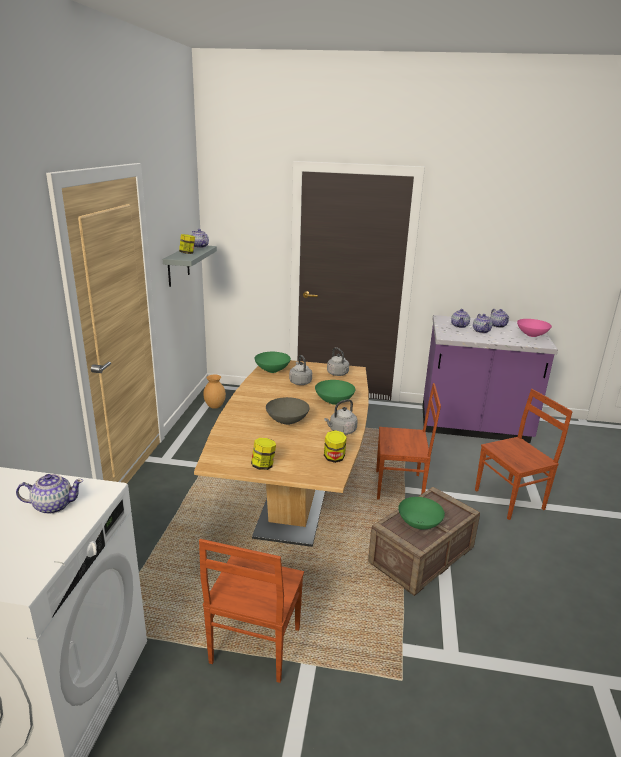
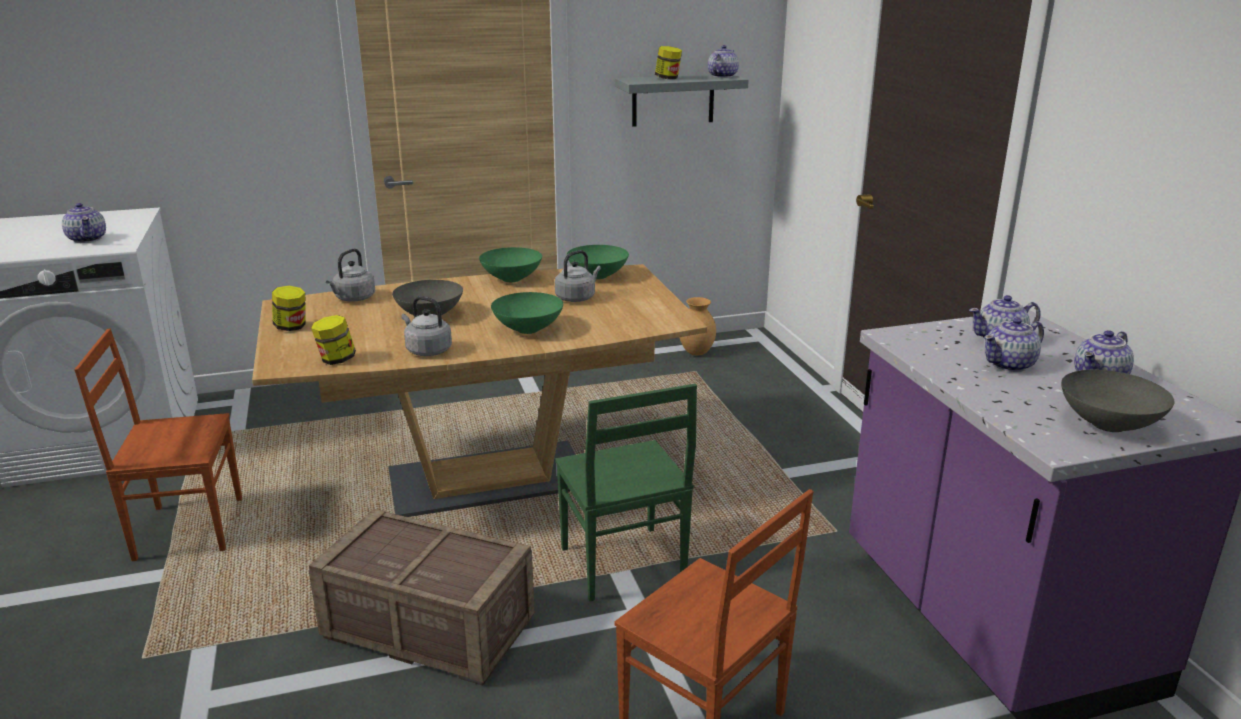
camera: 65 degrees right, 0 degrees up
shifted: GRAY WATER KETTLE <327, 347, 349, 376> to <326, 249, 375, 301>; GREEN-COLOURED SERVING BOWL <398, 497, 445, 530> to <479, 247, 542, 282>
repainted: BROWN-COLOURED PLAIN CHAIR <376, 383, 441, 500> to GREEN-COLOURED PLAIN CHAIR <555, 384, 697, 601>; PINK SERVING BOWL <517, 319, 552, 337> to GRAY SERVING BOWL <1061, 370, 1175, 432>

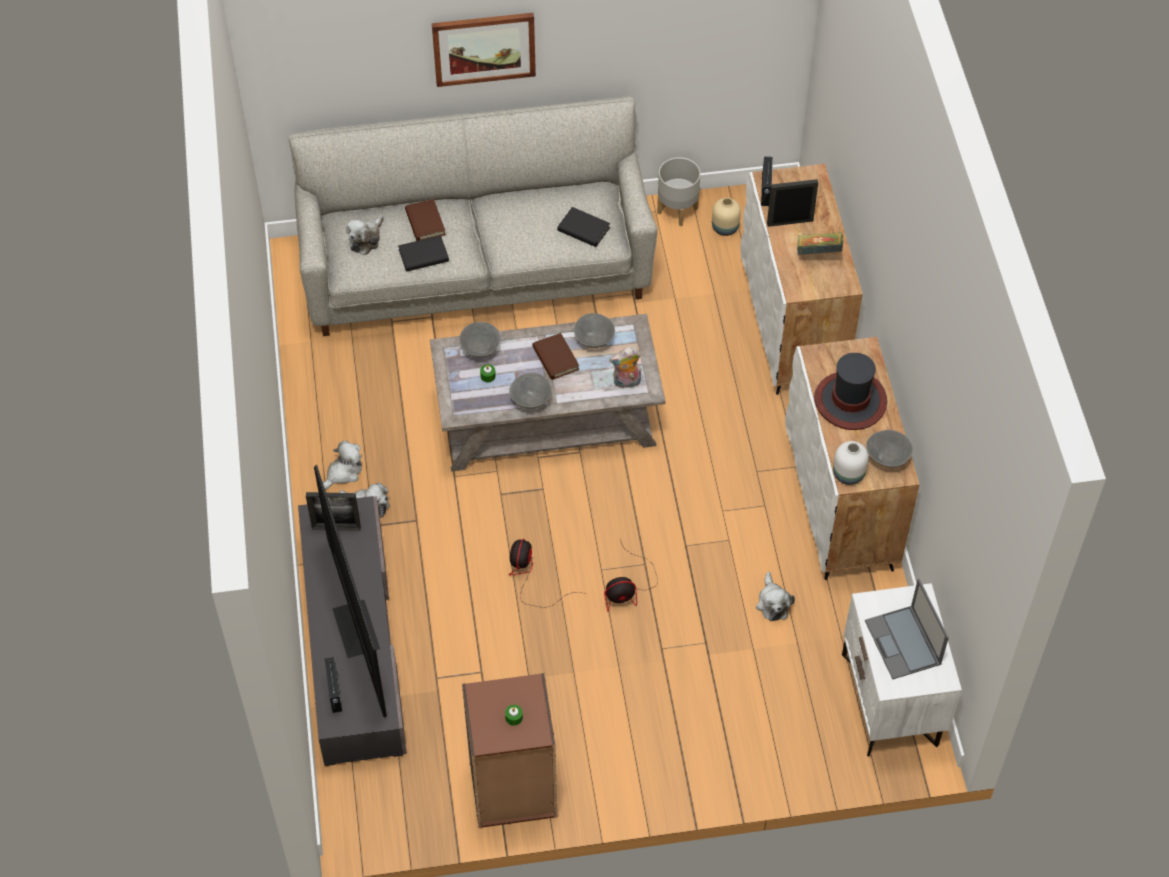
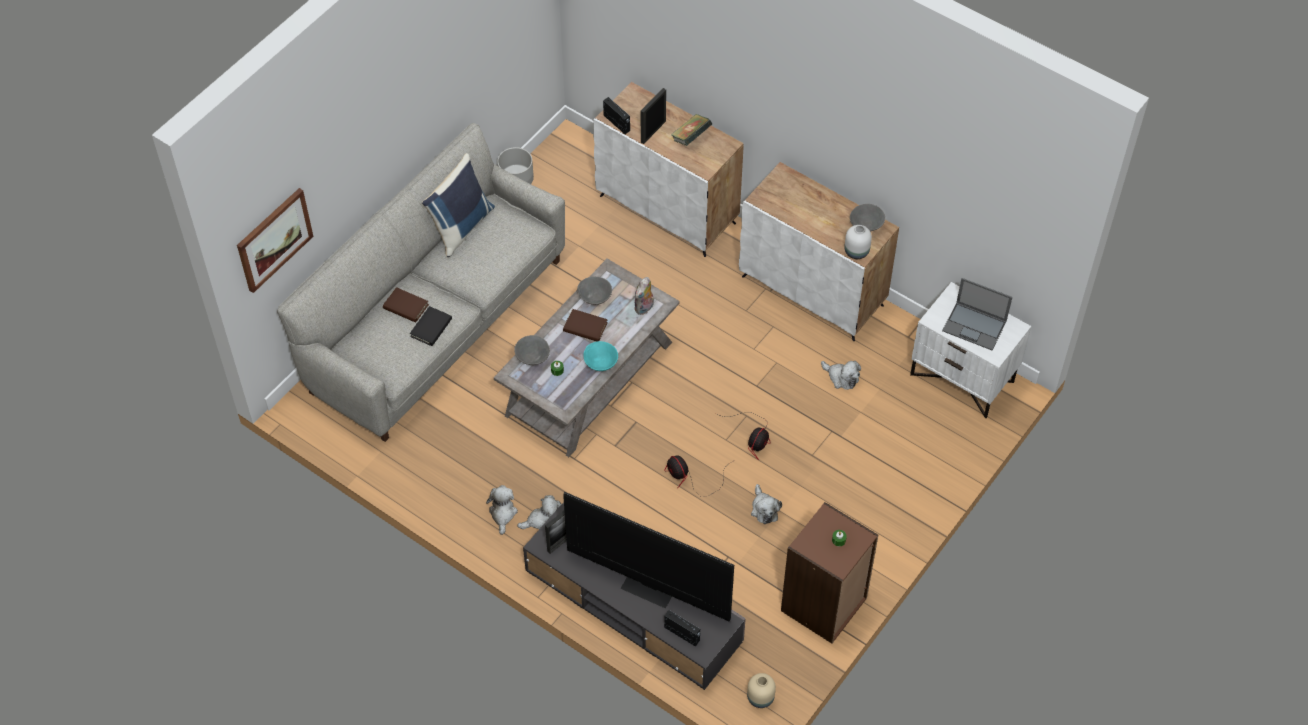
camera: 45 degrees left, 0 degrees up
gone: BLACK BOUND BOOK <557, 207, 610, 247>; HAT <814, 353, 887, 430>
new: BLUE THROW PILLOW <422, 153, 495, 257>
shifted: SOFT TOY <346, 215, 384, 255> to <751, 484, 782, 524>; WALL PICTURE <432, 13, 536, 87> to <237, 188, 313, 293>; SAND-COLOURED DECORATIVE VASE <712, 198, 741, 236> to <747, 673, 776, 708>
repainted: GRAY SERVING BOWL <509, 372, 552, 409> to BLUE-GREEN SERVING BOWL <583, 341, 618, 371>

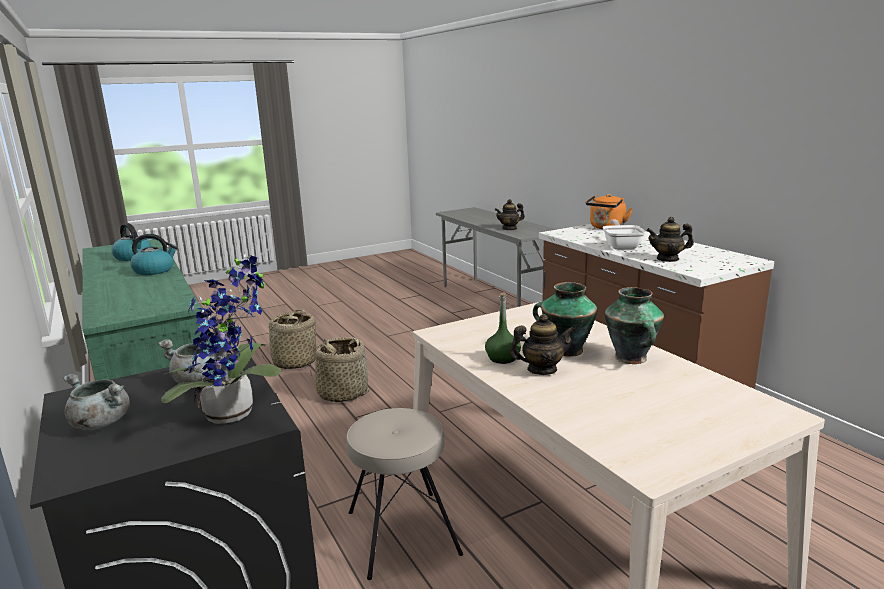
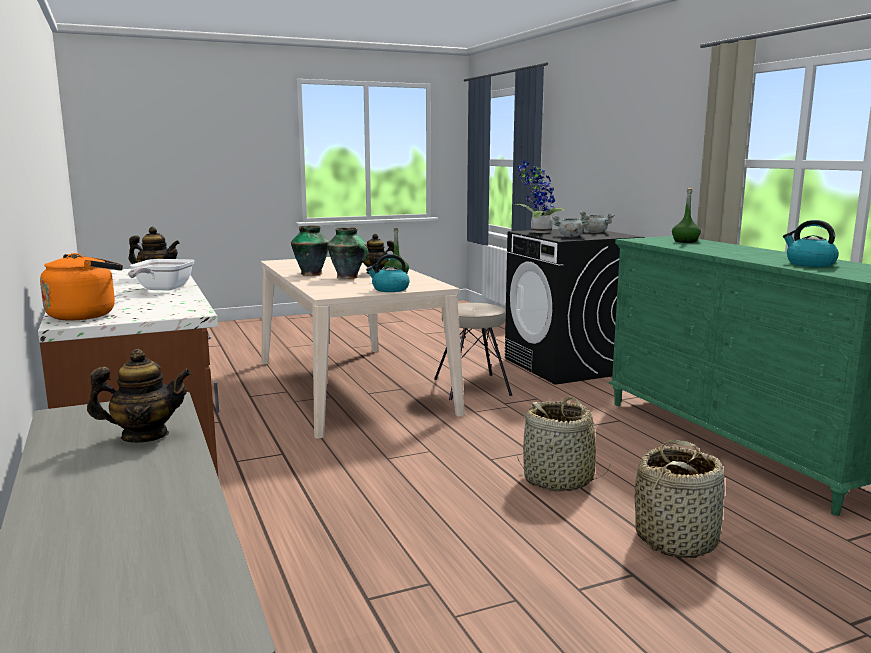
camera: 175 degrees left, 5 degrees down
new: GREEN-COLOURED DRINK BOTTLE <672, 188, 701, 243>
shifted: WATER KETTLE <130, 234, 178, 275> to <366, 254, 409, 292>

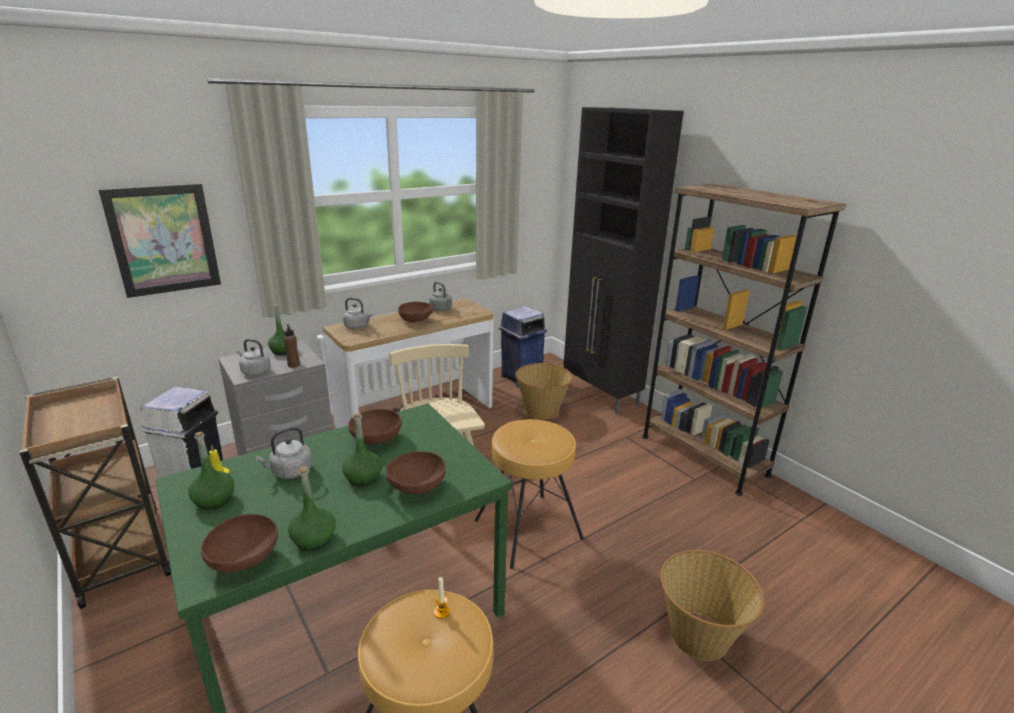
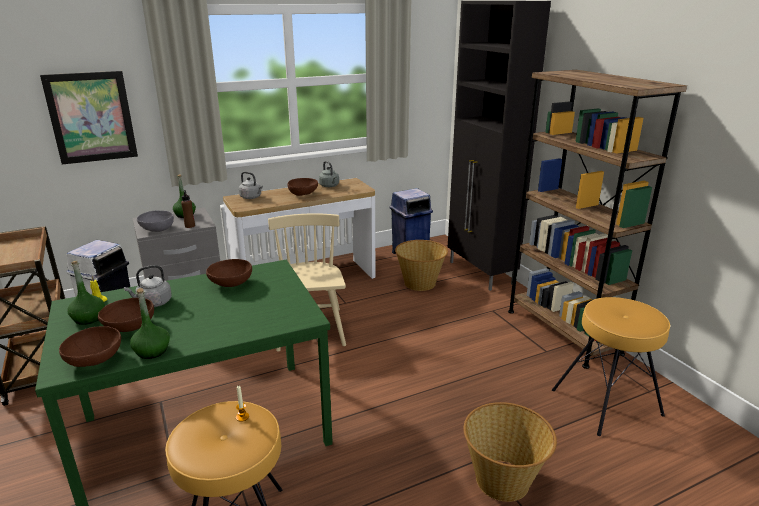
camera: 10 degrees right, 0 degrees up
gone: GREEN-COLOURED DRINK BOTTLE <342, 413, 382, 486>
shifted: BROWN-COLOURED SERVING BOWL <386, 451, 446, 494> to <98, 298, 154, 332>; BROWN-COLOURED STOOL SEAT <475, 419, 584, 569> to <552, 297, 670, 436>
swapped: GRAY WATER KETTLE <237, 339, 271, 376> to GRAY SERVING BOWL <137, 211, 174, 232>

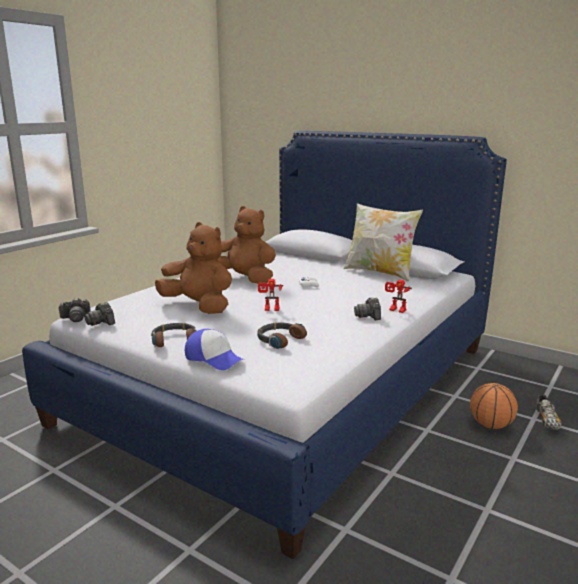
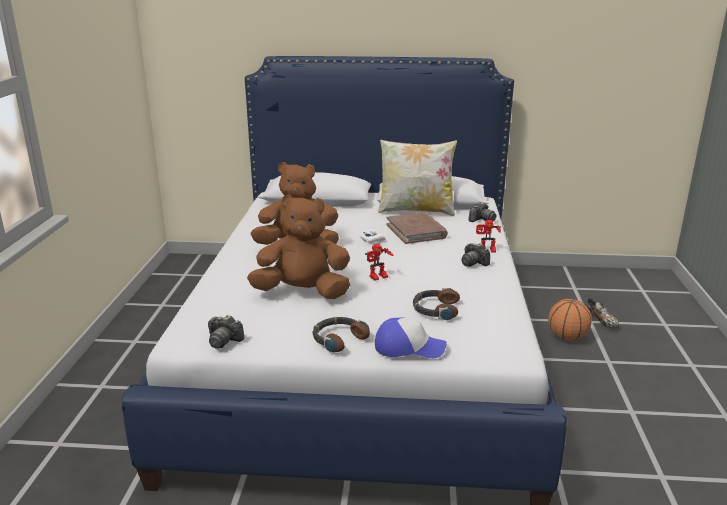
camera: 30 degrees left, 5 degrees up
new: BROWN-COLOURED BOUND BOOK <386, 212, 448, 244>
shifted: PHOTO CAMERA <58, 298, 91, 322> to <468, 202, 496, 222>

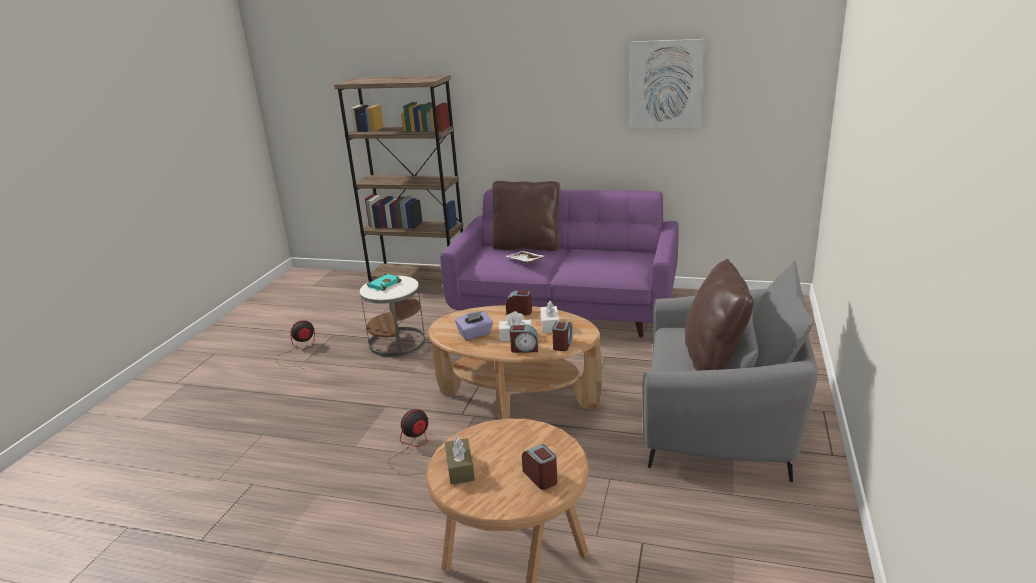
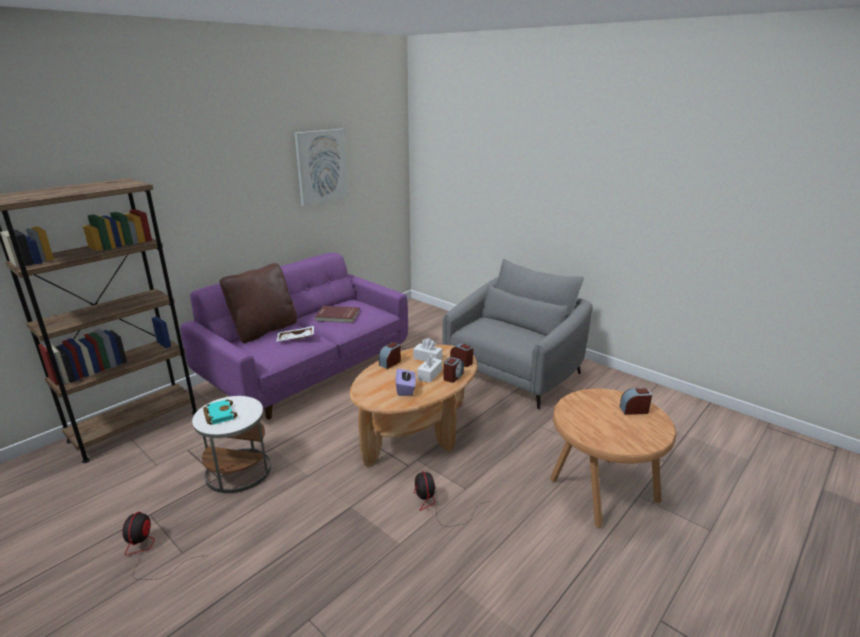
camera: 65 degrees left, 0 degrees up
gone: BROWN-COLOURED TISSUE BOX <445, 435, 475, 485>; BROWN-COLOURED THROW PILLOW <685, 259, 753, 371>
new: REDDISH BOUND BOOK <315, 306, 360, 323>

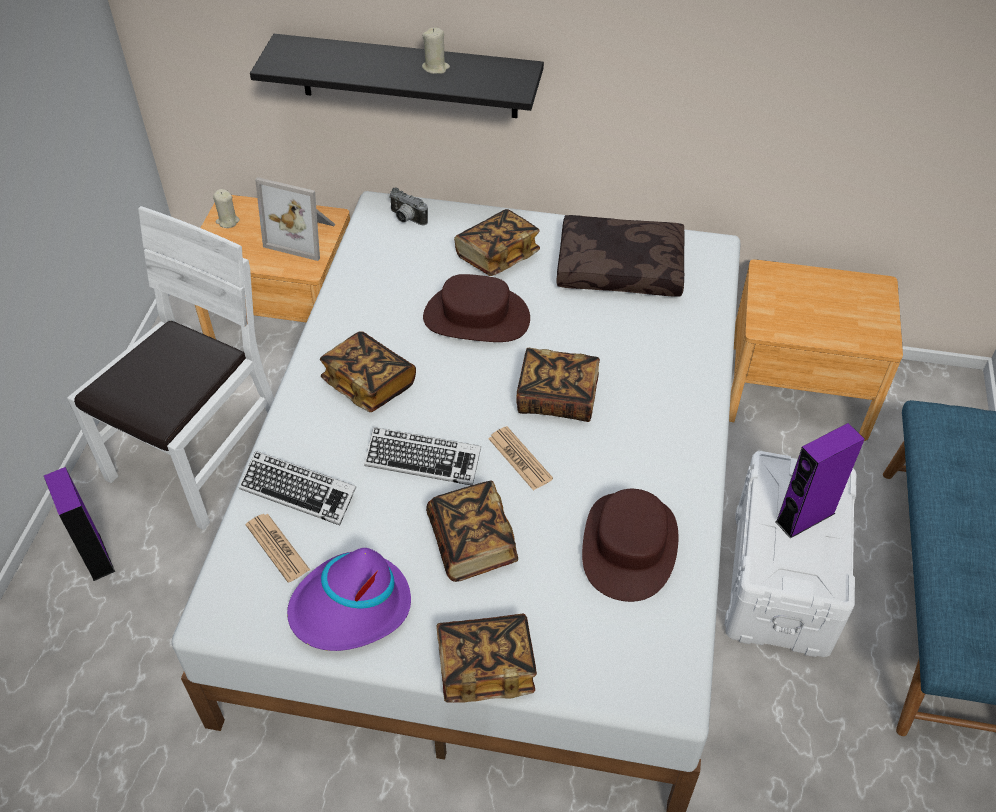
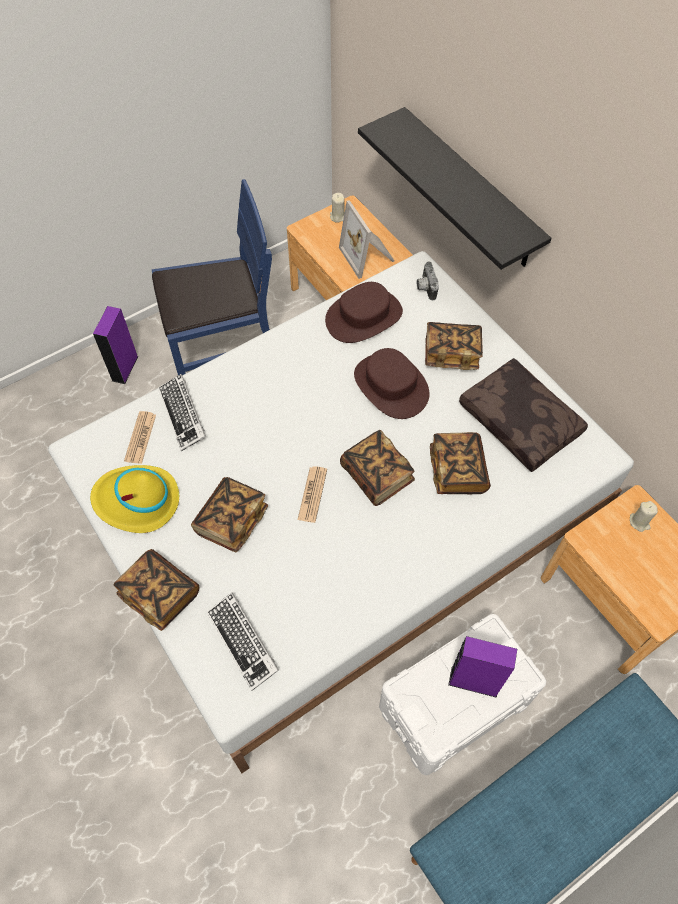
camera: 45 degrees right, 10 degrees up
shifted: BOUND BOOK <320, 332, 416, 412> to <430, 432, 491, 494>; KEYBOARD <364, 427, 481, 485> to <207, 592, 279, 691>; SAND-COLOURED CANDLE <422, 28, 450, 74> to <630, 501, 658, 532>; BROWN-COLOURED HAT <582, 489, 678, 602> to <325, 282, 403, 343>
repainted: WHITE PLAIN CHAIR <67, 206, 274, 530> to BLUE PLAIN CHAIR <152, 179, 272, 375>; PURPLE-COLOURED HAT <287, 548, 411, 651> to YELLOW-COLOURED HAT <90, 465, 179, 533>

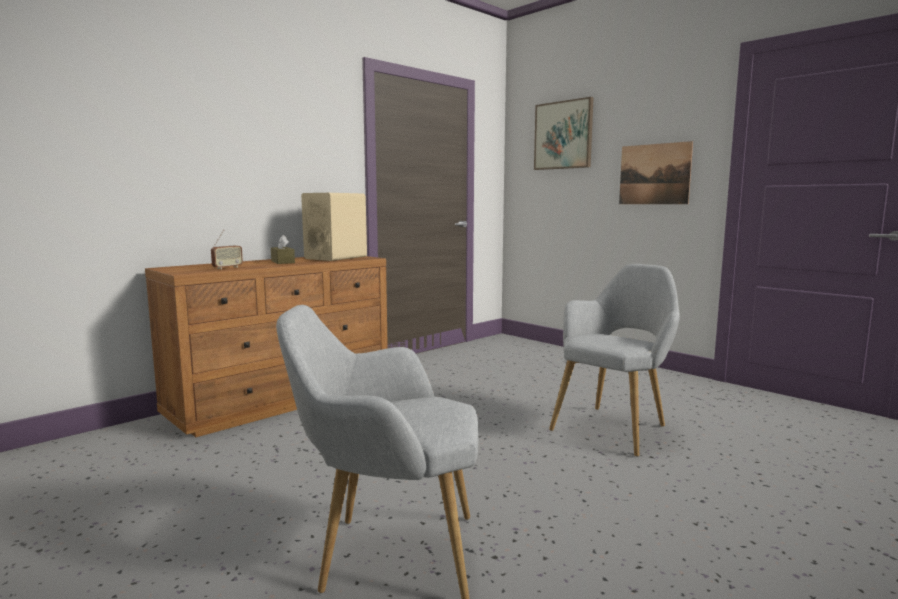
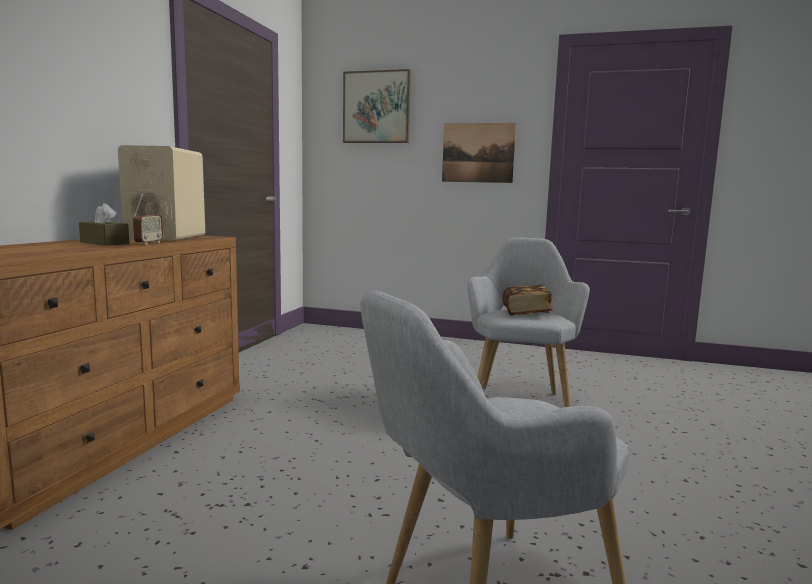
camera: 30 degrees left, 0 degrees up
new: BOUND BOOK <502, 285, 553, 316>
shifted: RADIO RECEIVER <211, 230, 243, 269> to <132, 193, 163, 245>

